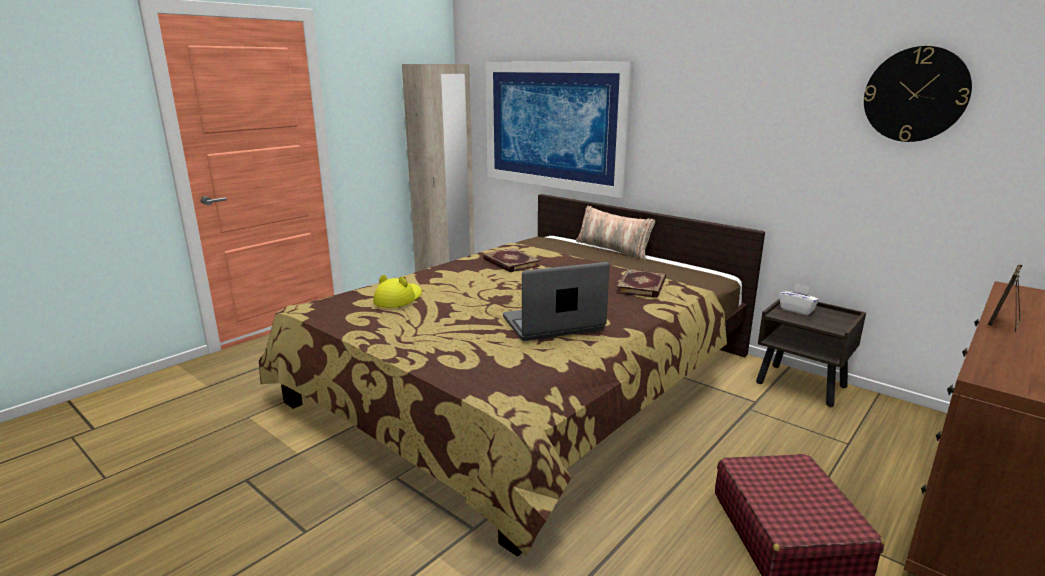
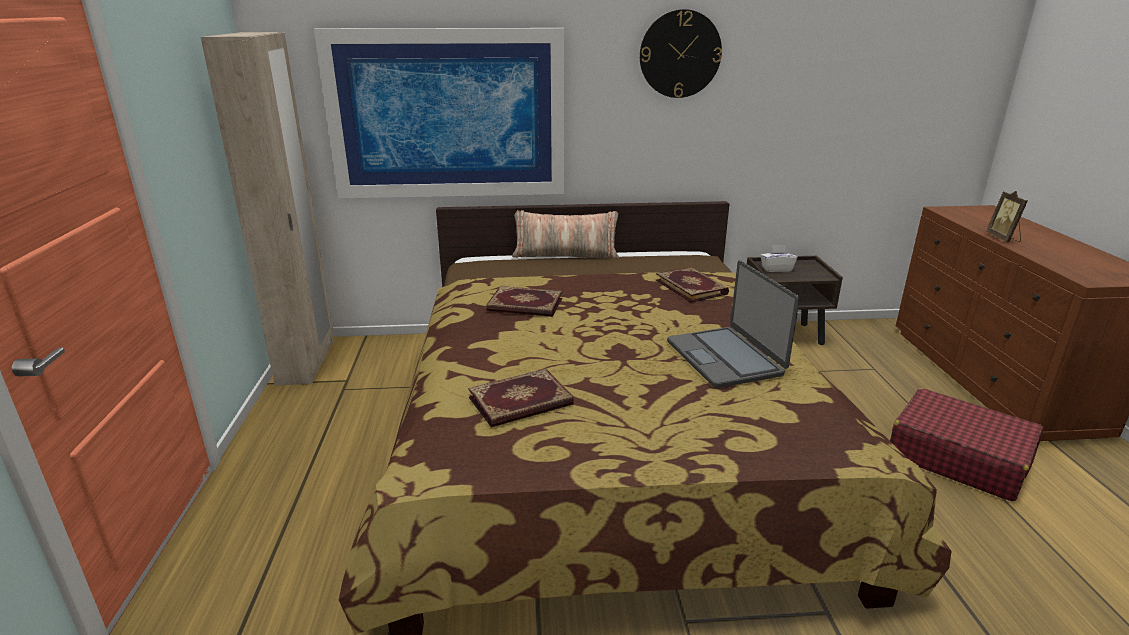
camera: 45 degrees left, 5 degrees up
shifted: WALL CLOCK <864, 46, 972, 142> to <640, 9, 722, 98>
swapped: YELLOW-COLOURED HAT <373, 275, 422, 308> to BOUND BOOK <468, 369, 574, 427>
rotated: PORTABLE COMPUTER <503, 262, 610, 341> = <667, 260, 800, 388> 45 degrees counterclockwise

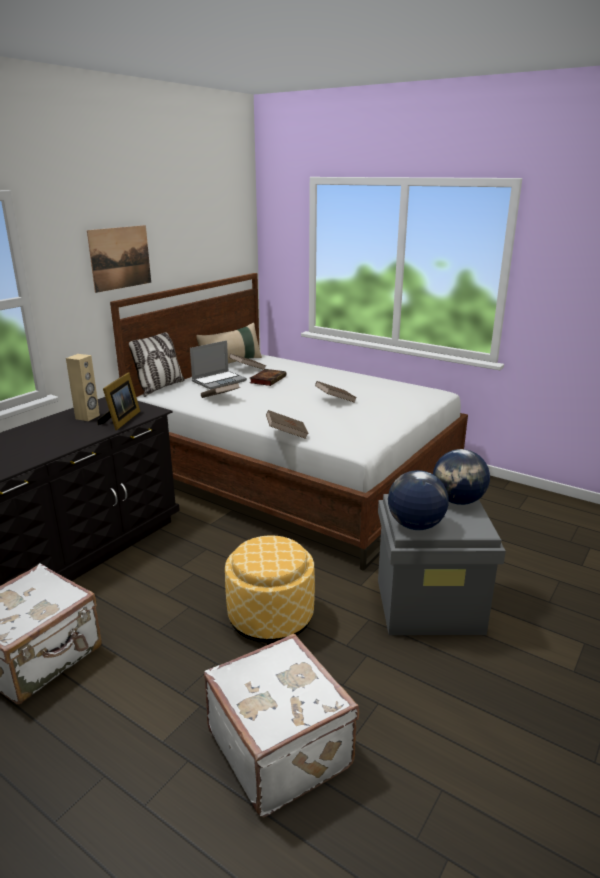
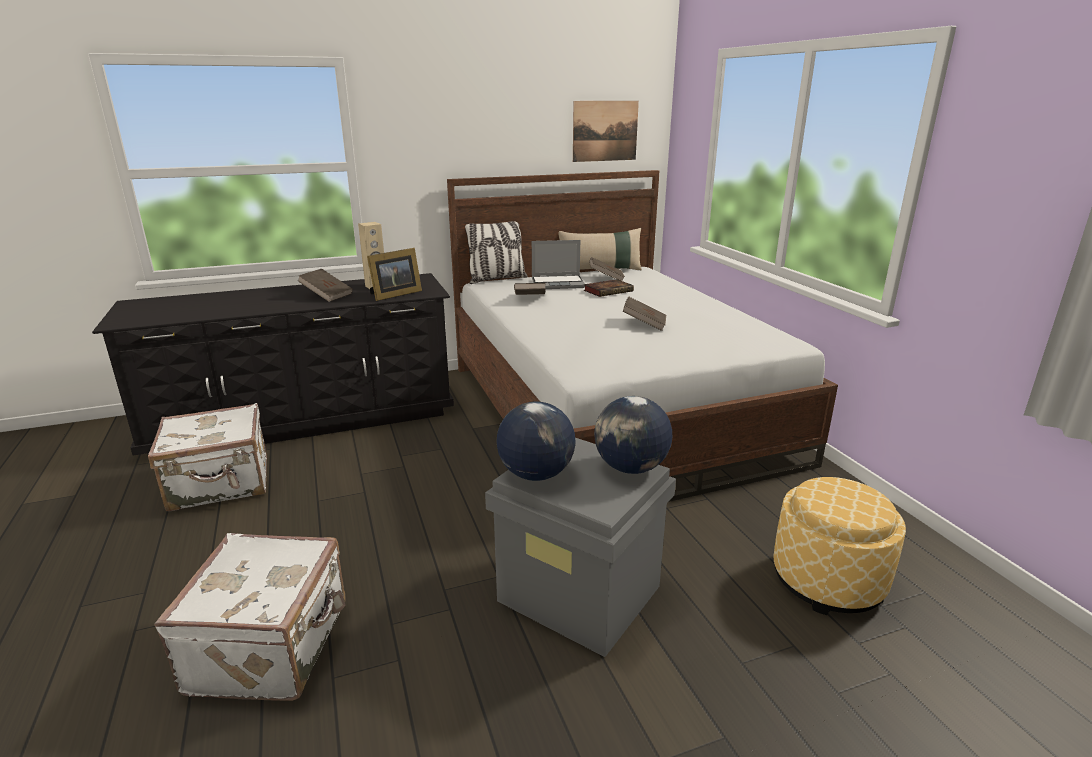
camera: 35 degrees right, 0 degrees up
shifted: WALL PICTURE <87, 225, 151, 293> to <573, 101, 639, 162>; OTTOMAN <225, 535, 315, 645> to <774, 477, 906, 615>; BROWN-COLOURED BOUND BOOK <266, 410, 309, 439> to <298, 269, 353, 302>

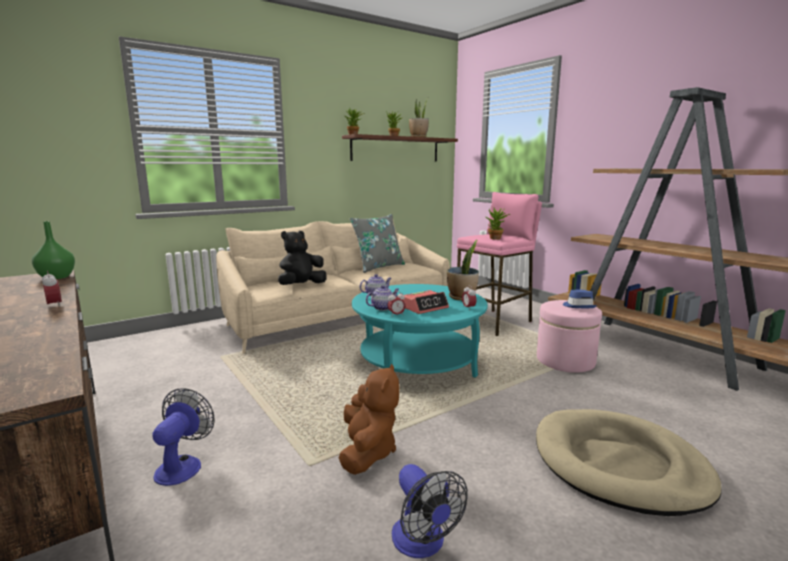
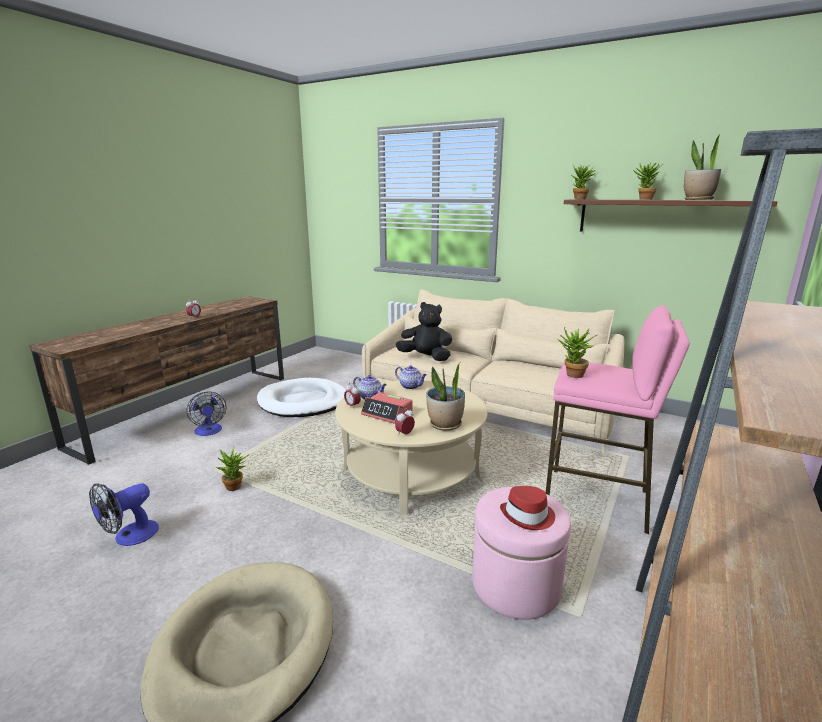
camera: 65 degrees right, 5 degrees up
gone: GREEN-COLOURED DECORATIVE VASE <32, 221, 75, 279>; GRAY THROW PILLOW <350, 214, 405, 273>
new: WHITE PET BED <257, 378, 347, 417>
swapped: BROWN-COLOURED SOFT TOY <339, 363, 399, 475> to PLANT IN A POT <216, 446, 249, 491>
repainted: BLUE-GREEN LOUNGE TABLE <352, 284, 488, 378> to SAND-COLOURED LOUNGE TABLE <335, 381, 487, 515>; BLUE HAT <563, 289, 597, 308> to REDDISH HAT <500, 486, 555, 530>
rotated: ELECTRIC FAN <152, 388, 215, 486> = <187, 392, 226, 436> 75 degrees clockwise

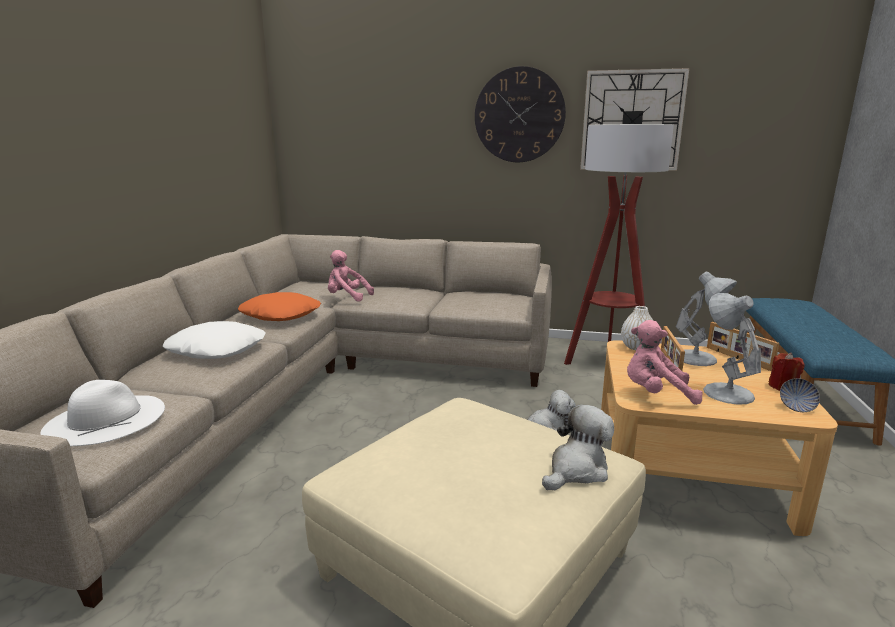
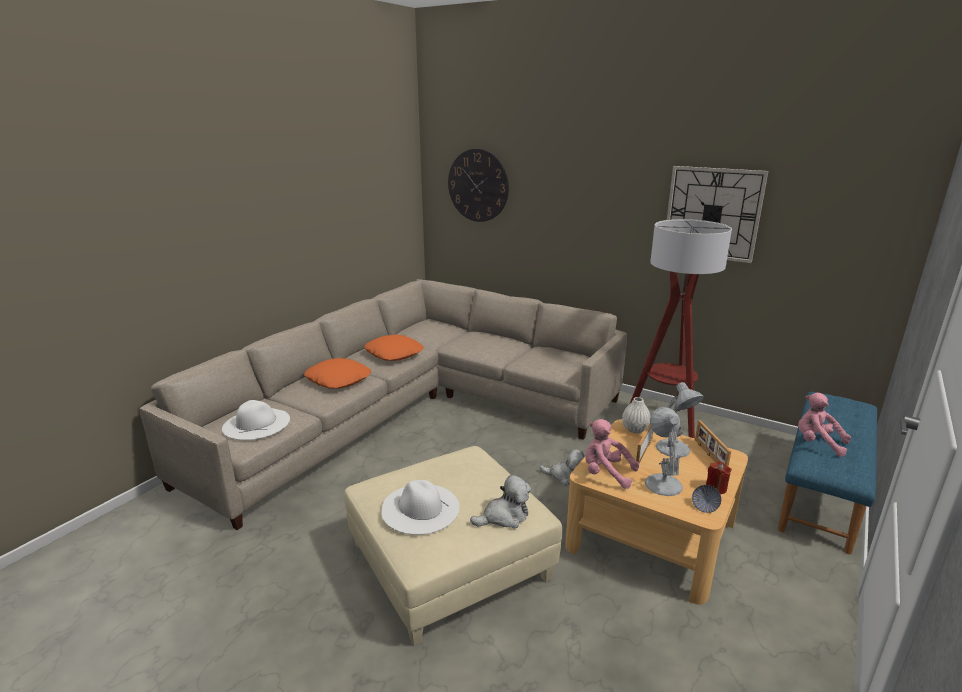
camera: 20 degrees right, 5 degrees up
new: WHITE HAT <381, 480, 460, 535>
shifted: PINK SOFT TOY <328, 250, 374, 302> to <798, 393, 851, 457>; WALL CLOCK <475, 66, 566, 162> to <448, 149, 509, 222>
repainted: WHITE THROW PILLOW <163, 321, 266, 359> to ORANGEY THROW PILLOW <304, 358, 371, 389>

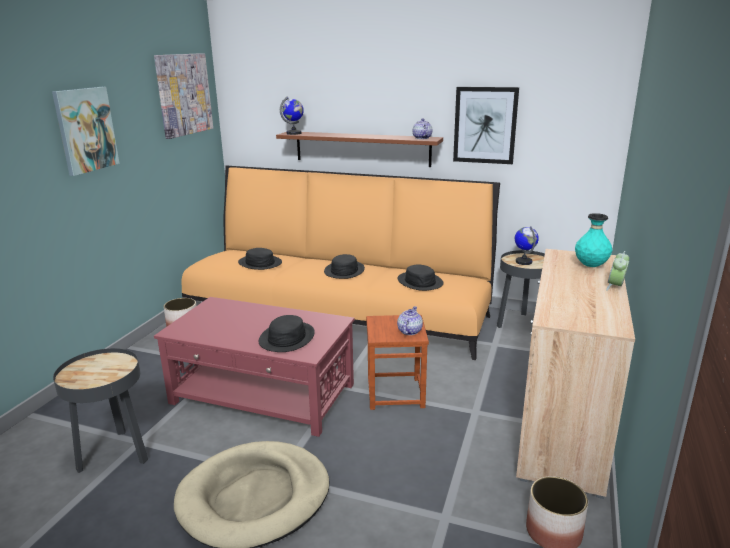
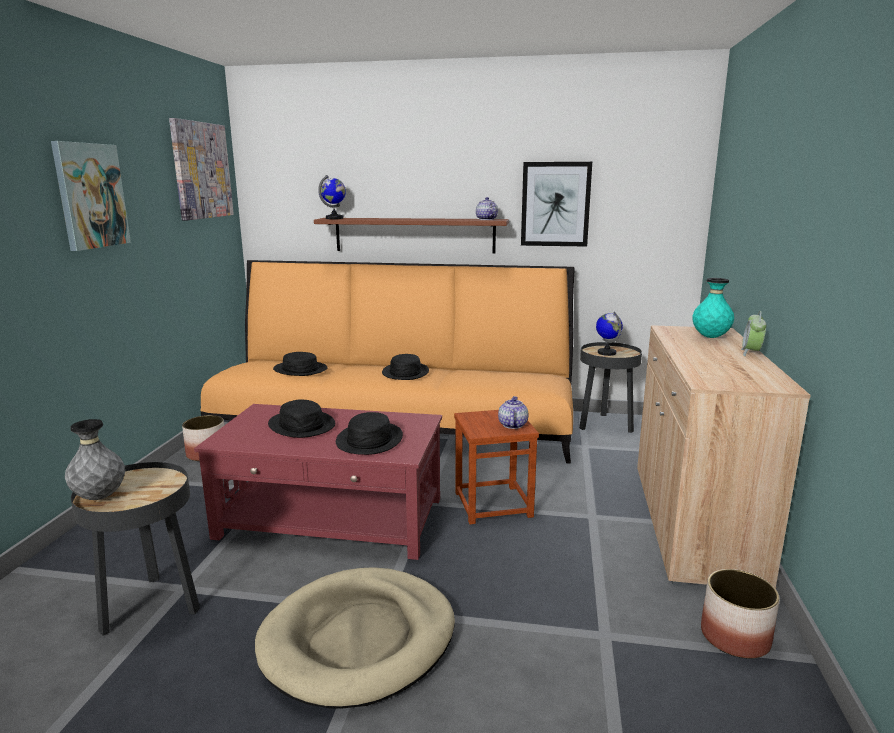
camera: 10 degrees left, 5 degrees down
new: GRAY DECORATIVE VASE <65, 419, 125, 500>
shifted: BLACK HAT <397, 264, 444, 291> to <268, 399, 335, 438>

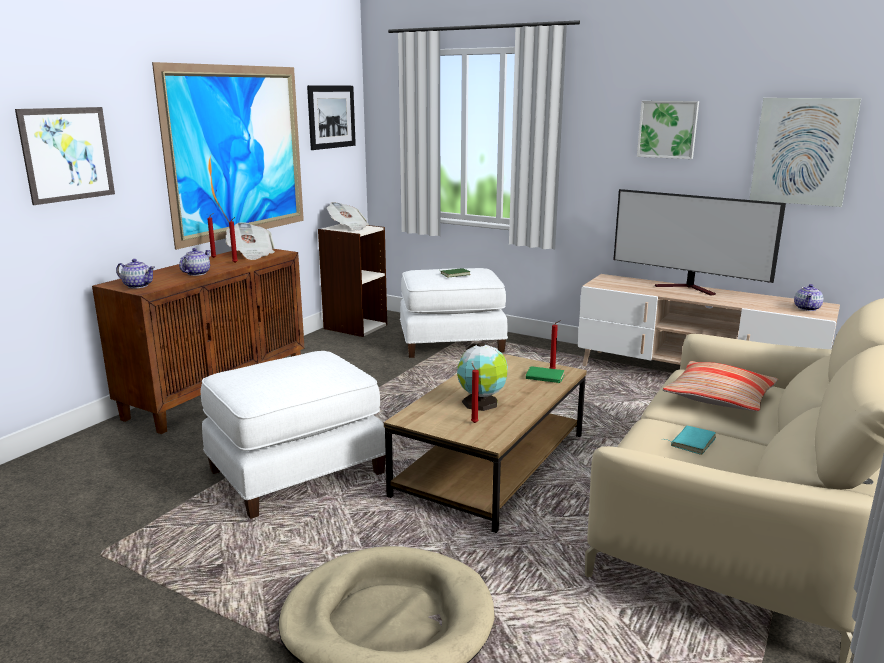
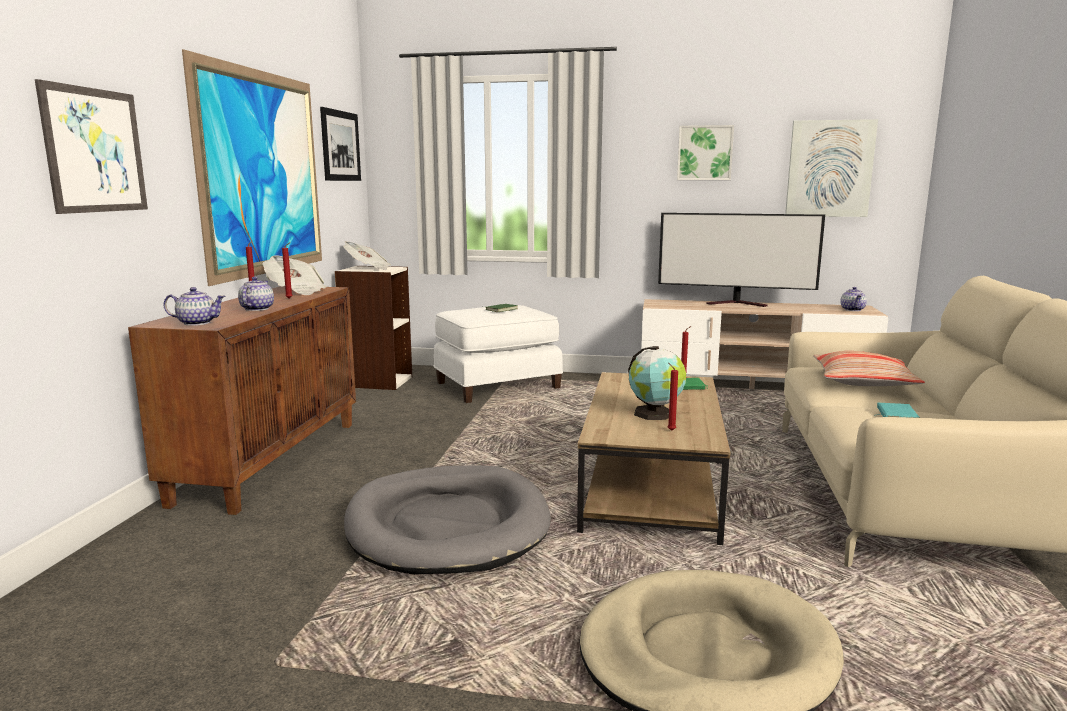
camera: 20 degrees left, 5 degrees down
swapped: WHITE OTTOMAN <201, 351, 386, 519> to GRAY PET BED <344, 465, 551, 575>

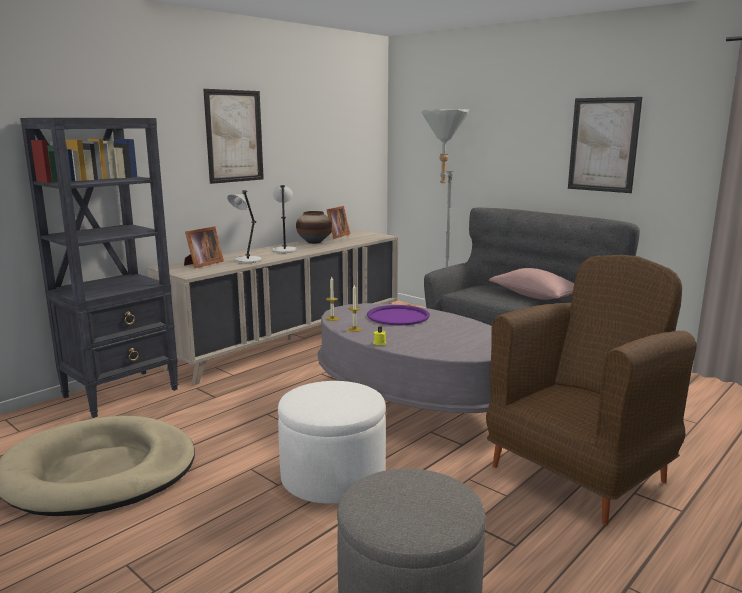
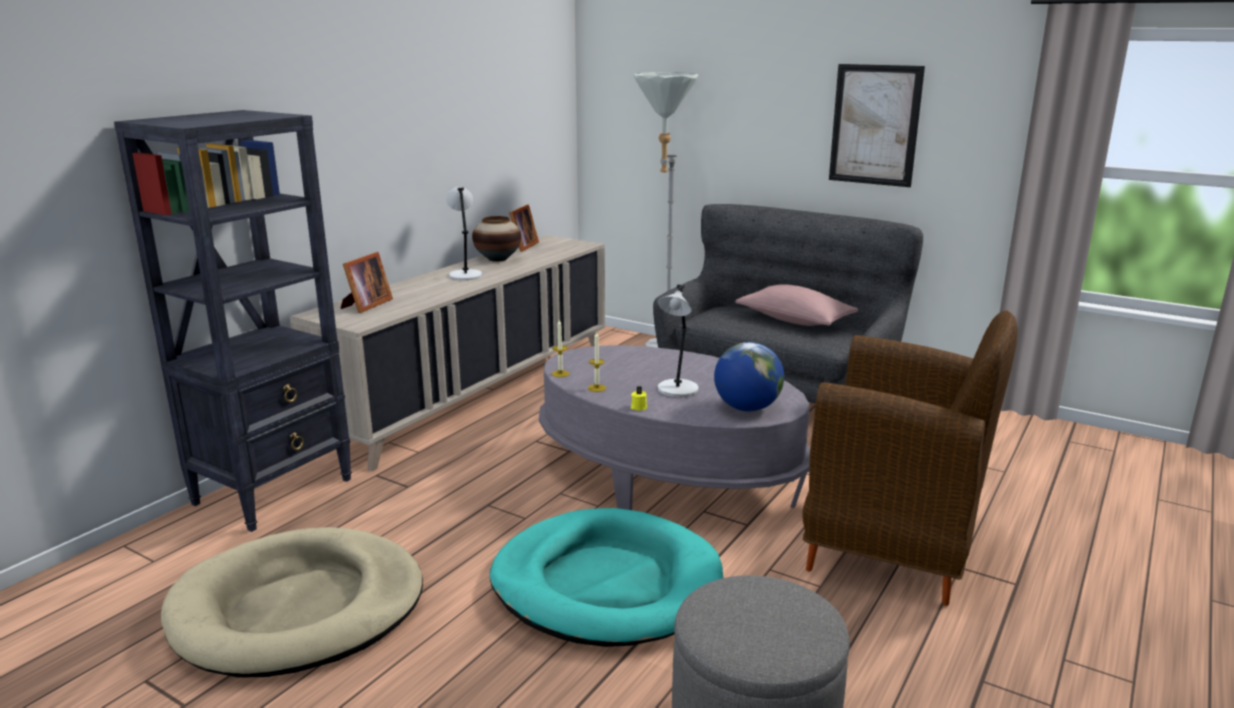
camera: 10 degrees left, 5 degrees up
gone: WALL PICTURE <203, 89, 264, 184>; PURPLE-COLOURED TRAY <367, 305, 430, 325>
new: WORLD GLOBE <714, 342, 784, 411>
shifted: GRAY LAMP FOR A TABLE <227, 190, 262, 263> to <657, 285, 699, 397>
swapped: WHITE OTTOMAN <278, 381, 386, 504> to BLUE-GREEN PET BED <490, 508, 723, 647>
rotated: BROWN-COLOURED LOUNGE CHAIR <486, 255, 697, 526> = <802, 310, 1018, 606> 75 degrees clockwise

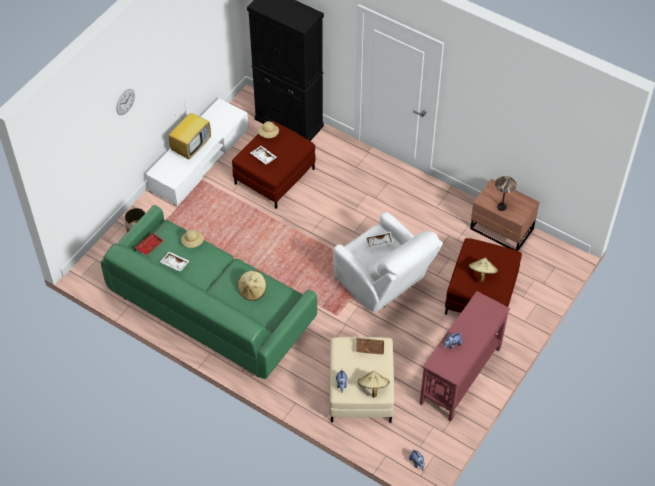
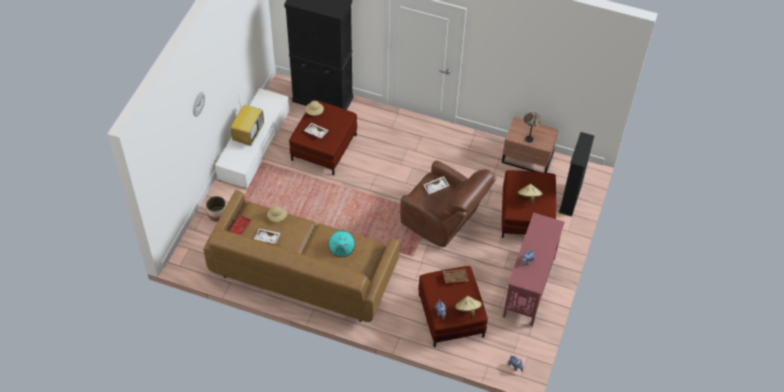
camera: 15 degrees left, 0 degrees up
new: BLACK BOOKSHELF <559, 132, 594, 217>
repainted: GREEN-COLOURED SOFA <101, 205, 317, 379> to BROWN-COLOURED SOFA <203, 190, 400, 322>; SAND-COLOURED HAT <238, 270, 266, 301> to BLUE-GREEN HAT <328, 230, 355, 257>; SAND-COLOURED OTTOMAN <329, 337, 394, 423> to REDDISH OTTOMAN <418, 266, 488, 347>; WHITE LOUNGE CHAIR <333, 212, 443, 312> to BROWN-COLOURED LOUNGE CHAIR <400, 160, 496, 247>

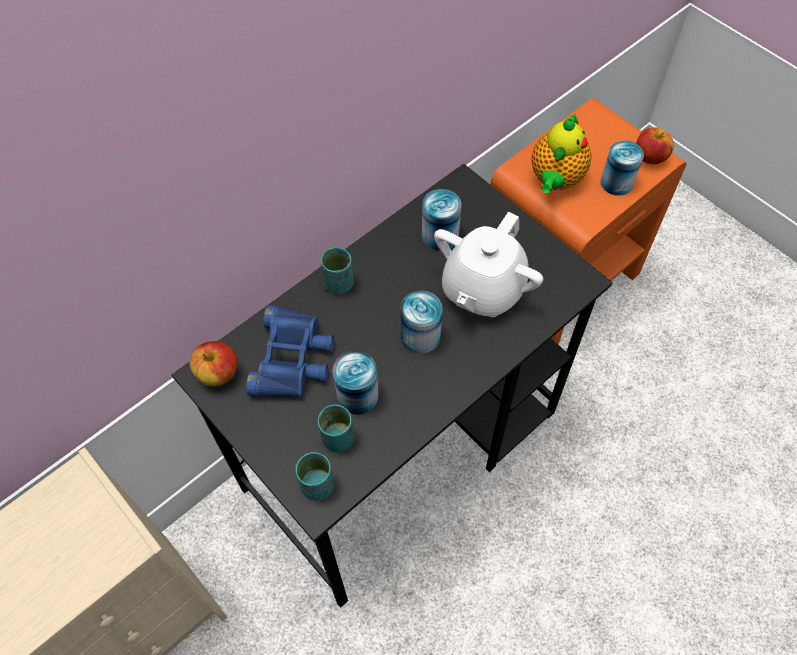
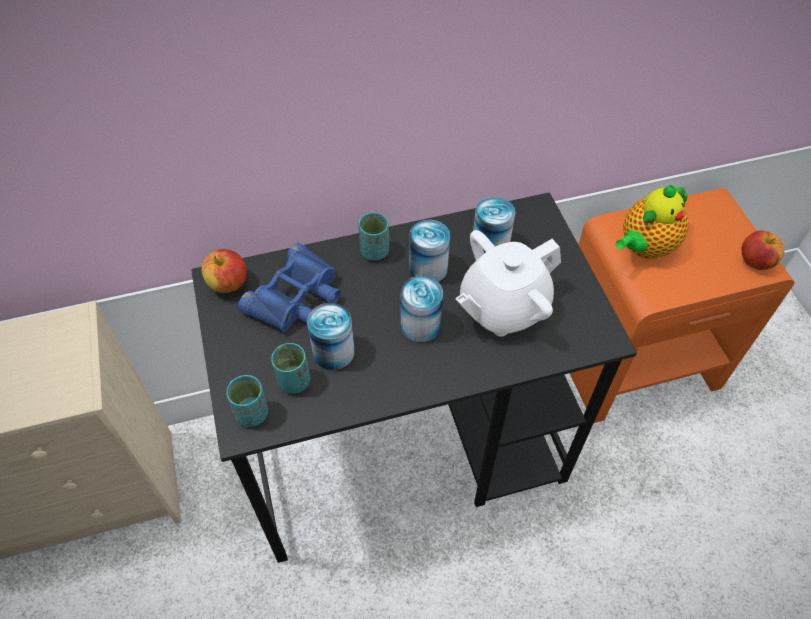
camera: 25 degrees right, 5 degrees down
shifted: CAN <600, 140, 644, 196> to <409, 220, 450, 282>

